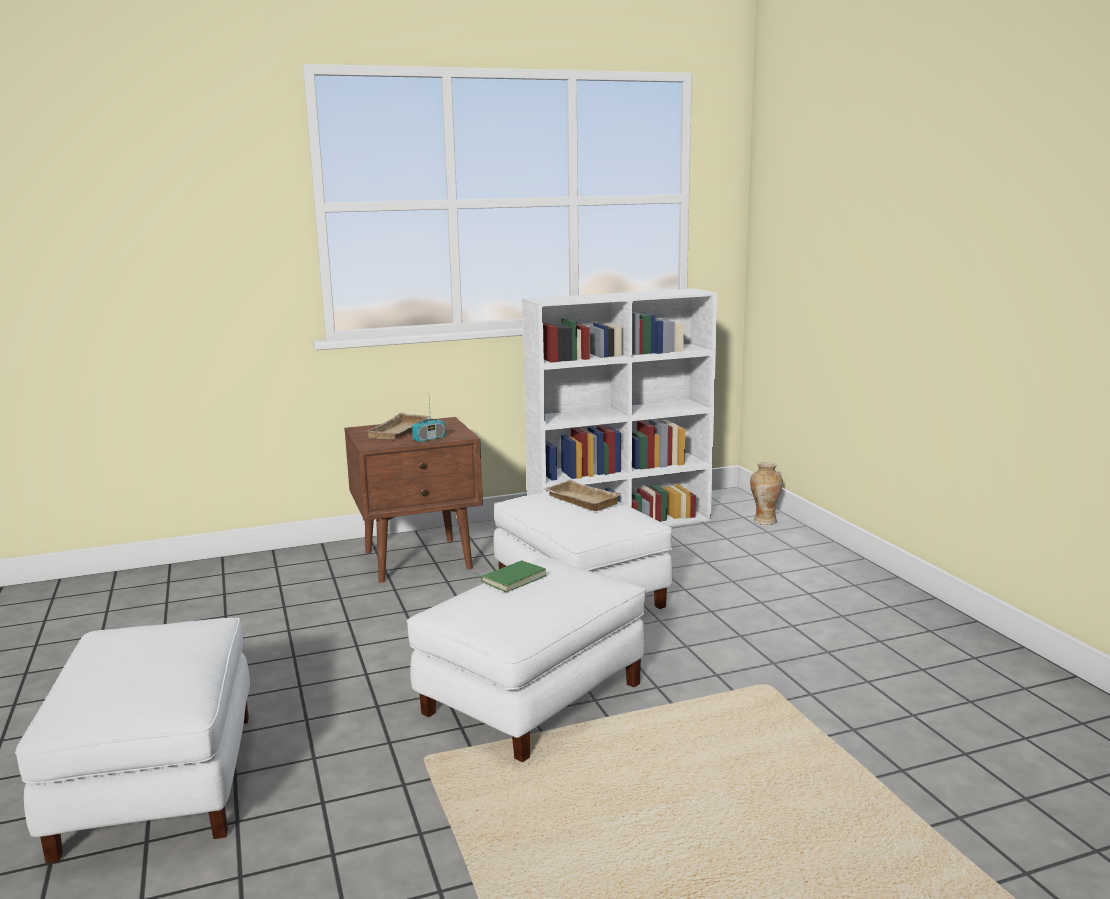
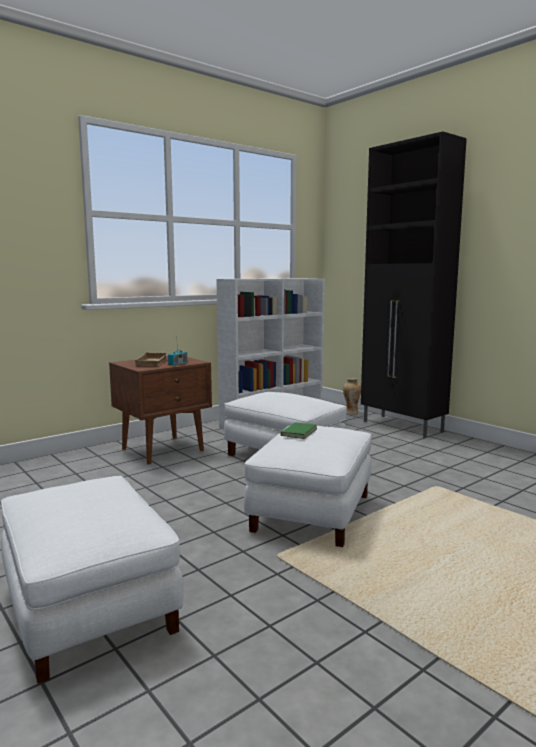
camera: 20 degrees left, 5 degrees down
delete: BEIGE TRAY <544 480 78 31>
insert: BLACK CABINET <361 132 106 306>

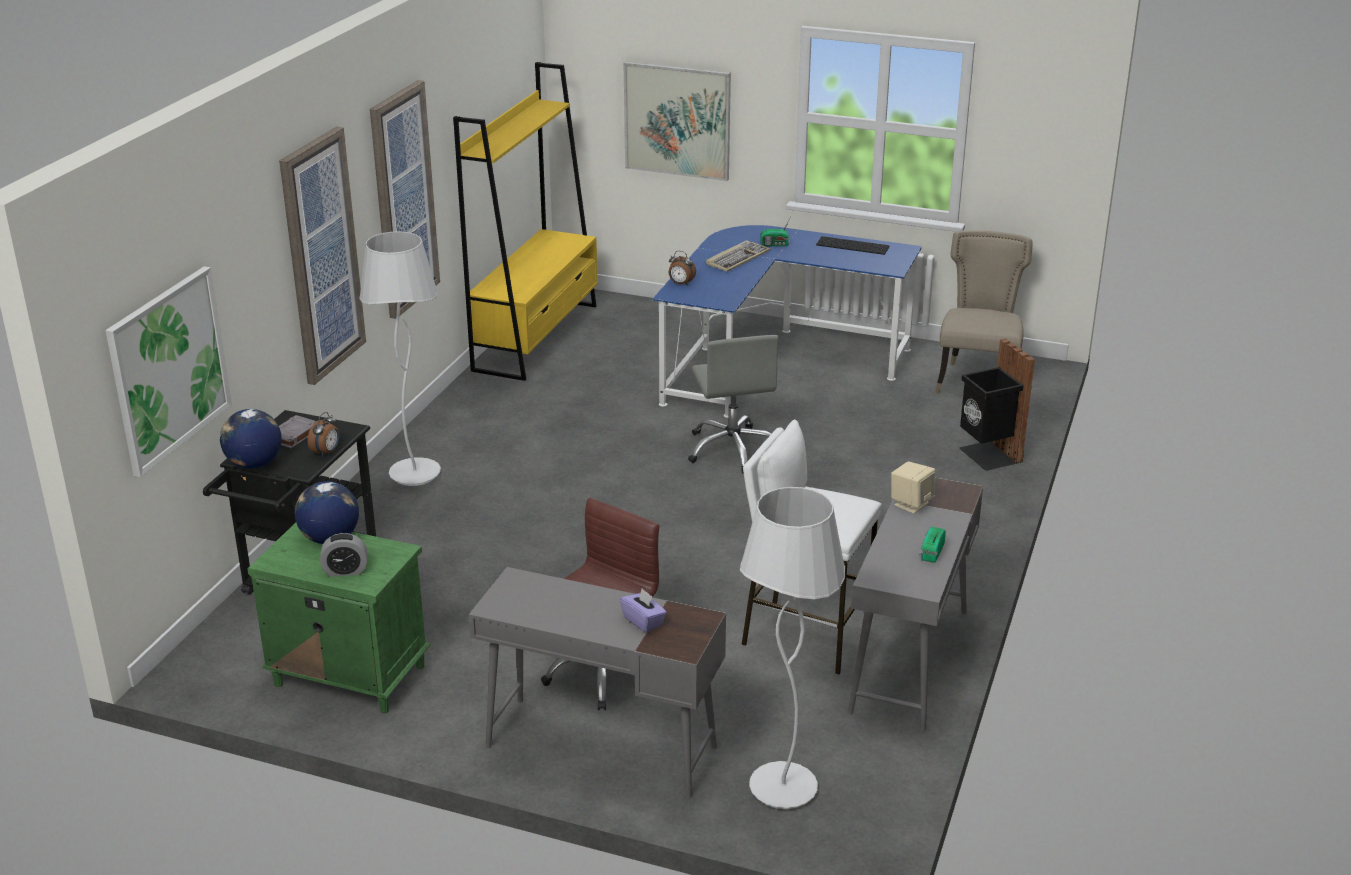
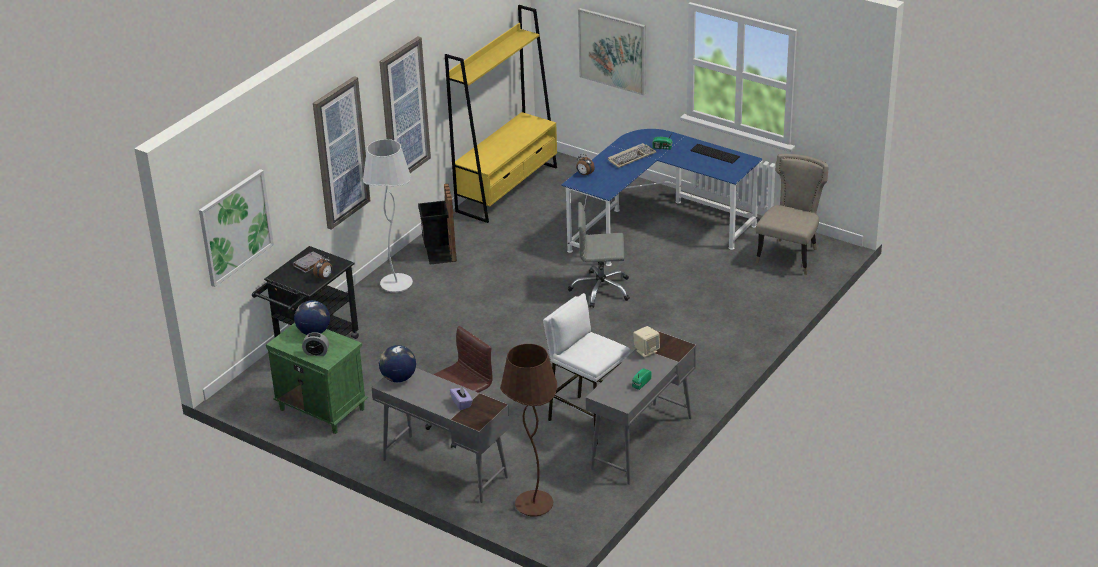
camera: 15 degrees right, 5 degrees up
move: BLACK TRASH CAN <959 339 76 132> to <418 184 39 81>; GLOBE <220 409 62 60> to <379 345 37 37>
recolor: WHITE FLOOR LAMP <740 487 105 322> to BROWN FLOOR LAMP <500 344 57 173>
rotate: GREY OFFICE CHAIR <688 335 91 139> = <568 202 62 106> 90 degrees clockwise

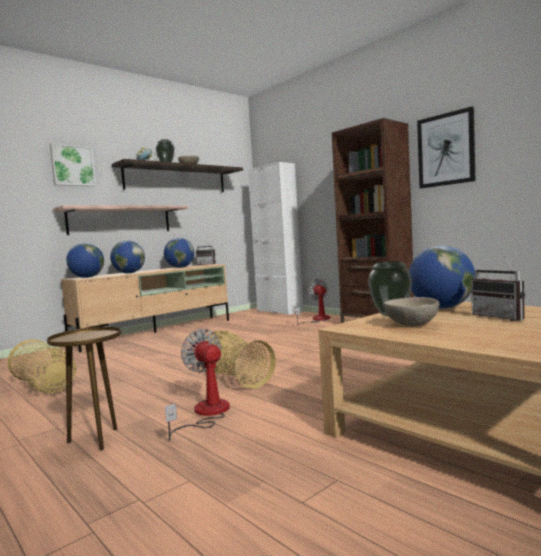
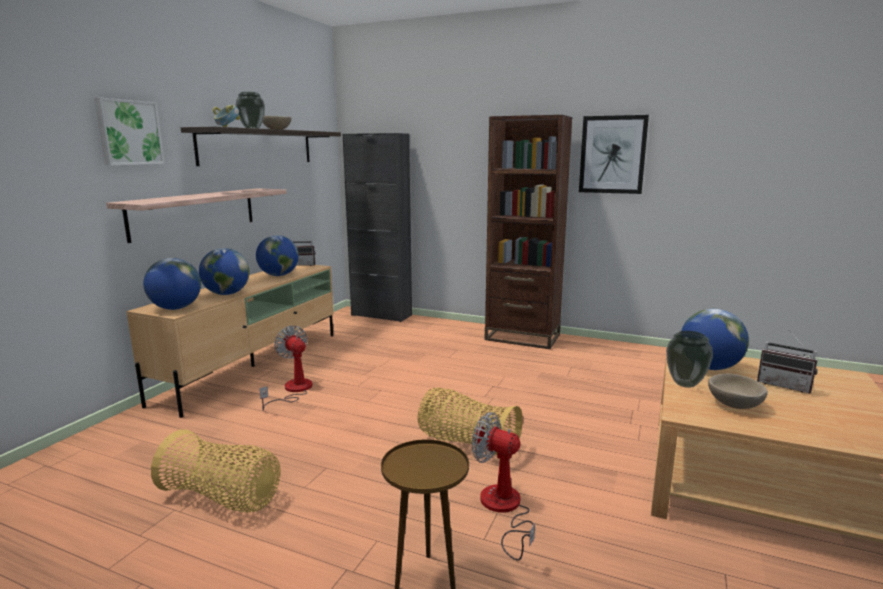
camera: 25 degrees left, 10 degrees up
move: FAN <295 279 35 46> to <259 325 54 86>
recolor: WHITE CABINET <248 162 55 153> to BLACK CABINET <343 133 69 189>

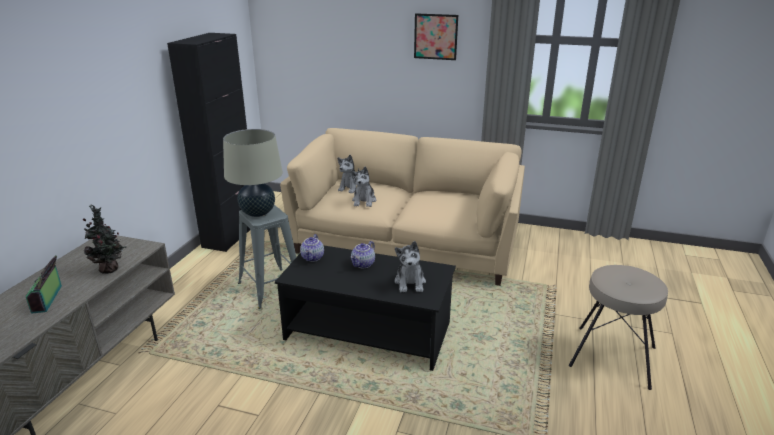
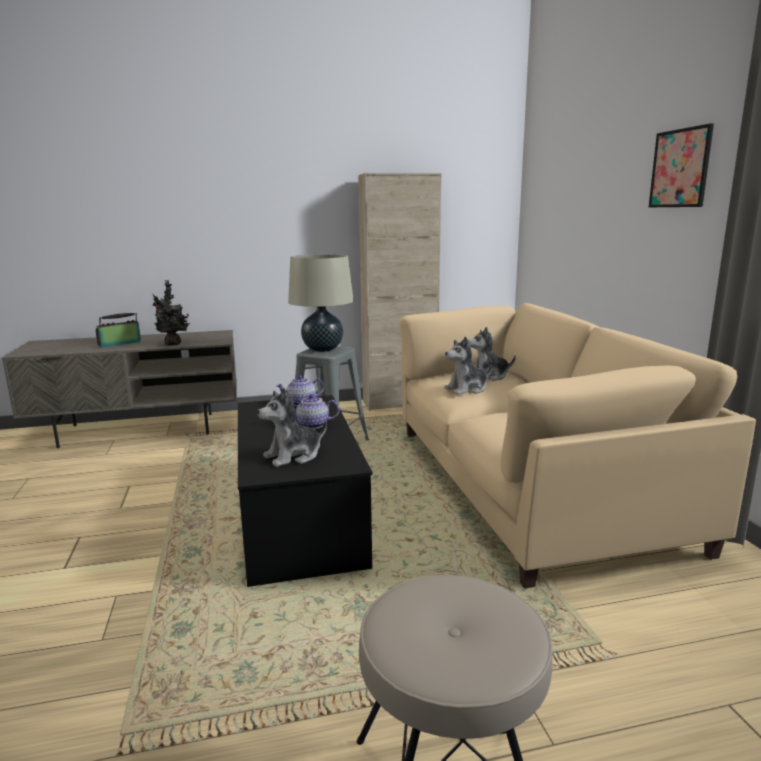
camera: 60 degrees right, 10 degrees down
recolor: BLACK CABINET <167 33 83 219> to BEIGE CABINET <358 173 83 238>

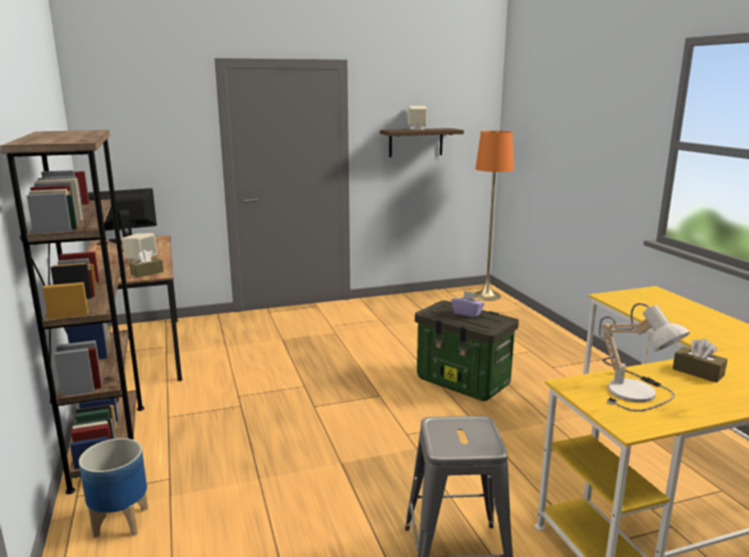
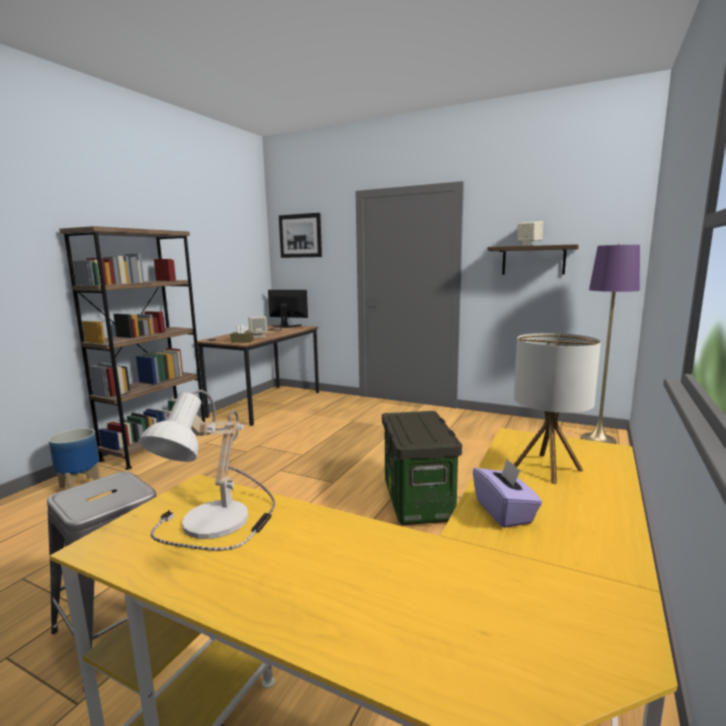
camera: 45 degrees right, 5 degrees down
delete: BROWN TISSUE BOX <673 339 55 44>
insert: PICTURE <279 213 43 45>; TABLE LAMP <514 333 87 151>
move: PURPLE TISSUE BOX <451 291 33 27> to <473 458 69 70>
recolor: ORANGE FLOOR LAMP <474 130 40 171> to PURPLE FLOOR LAMP <581 244 59 200>

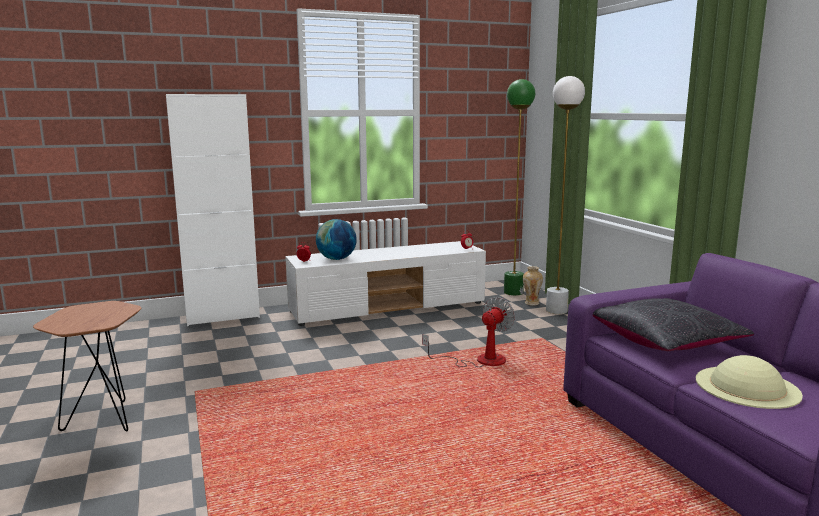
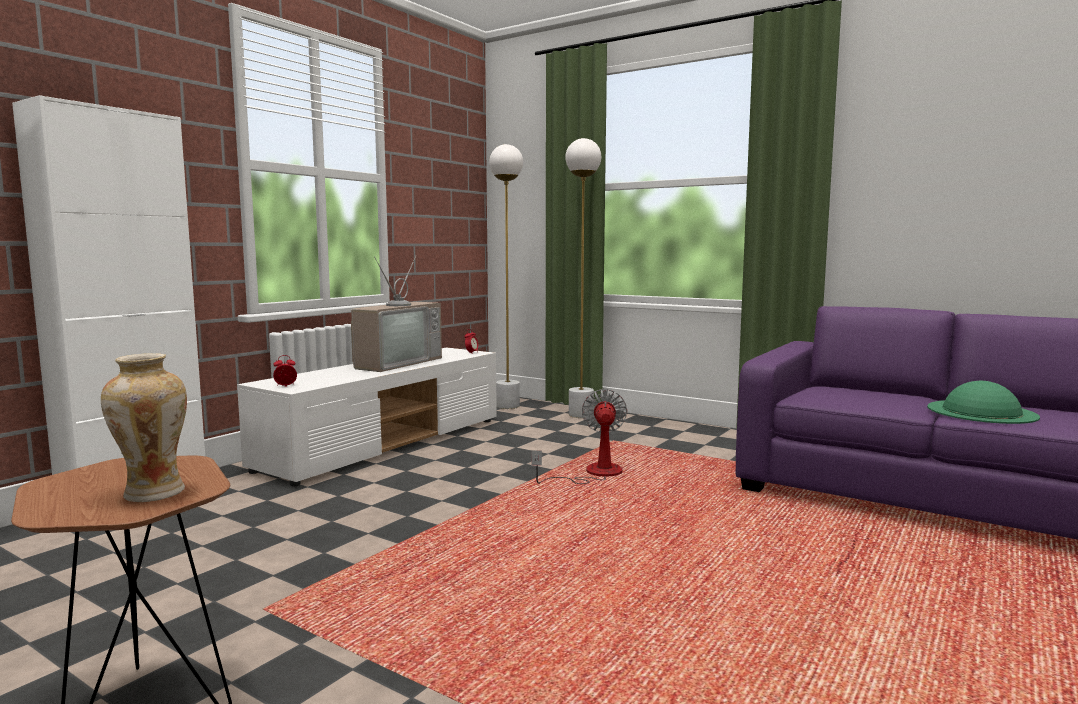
camera: 35 degrees left, 5 degrees down
delete: GLOBE <316 219 41 41>; BLACK PILLOW <593 298 161 53>
insert: TELEVISION <351 256 91 116>
move: VASE <523 266 20 40> to <101 353 86 149>
recolor: GREEN FLOOR LAMP <504 79 31 217> to WHITE FLOOR LAMP <489 144 34 265>; BEIGE HAT <696 355 107 54> to GREEN HAT <927 381 113 43>

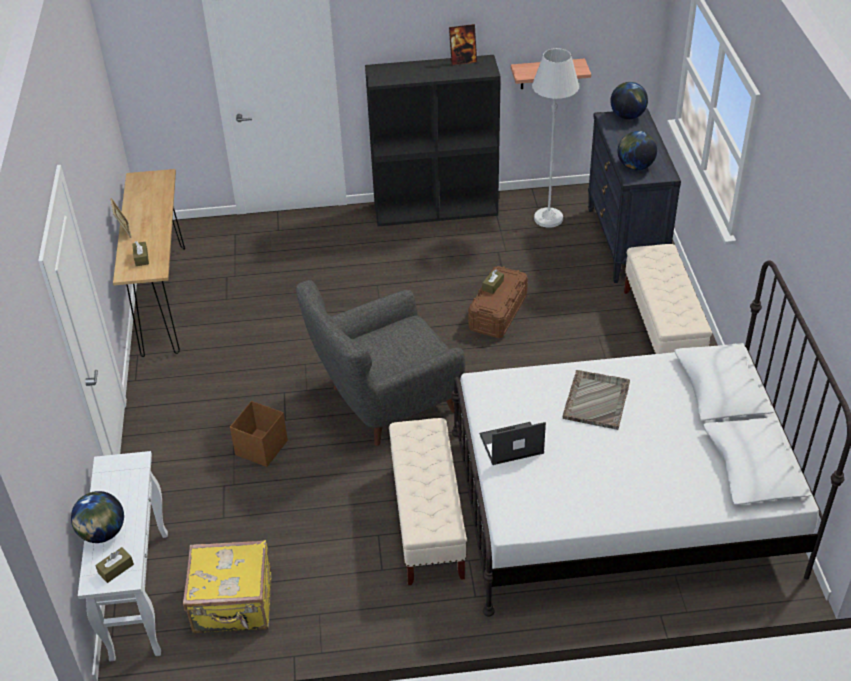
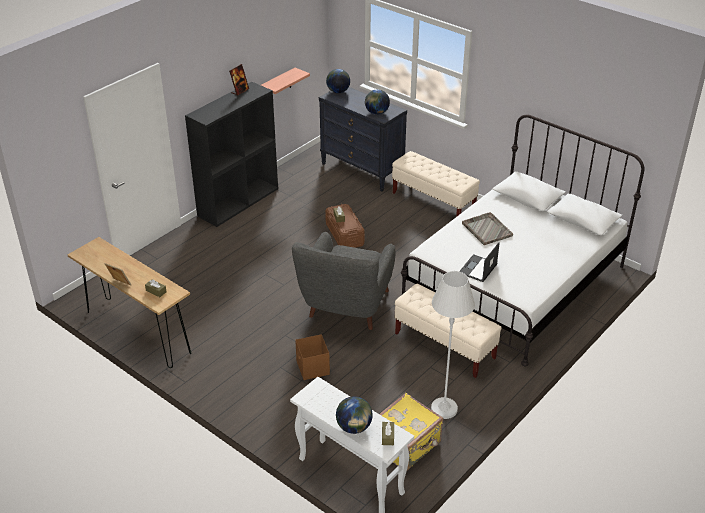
camera: 45 degrees left, 5 degrees down
move: WHITE FLOOR LAMP <532 48 47 180> to <431 271 44 148>

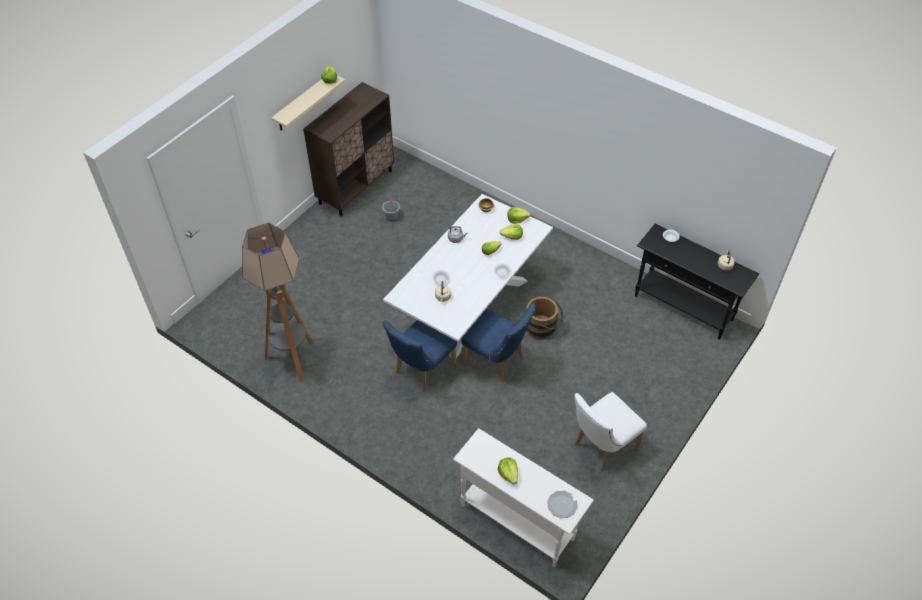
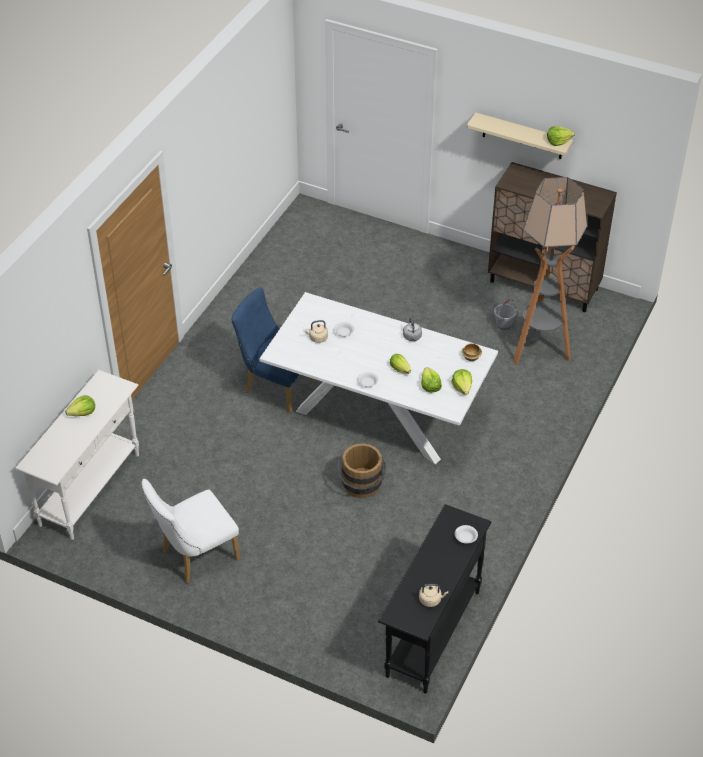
camera: 80 degrees right, 5 degrees down
delete: BLUE CHAIR <461 303 75 79>; PLATE <547 491 31 27>
move: FLOOR LAMP <242 223 71 158> to <513 177 74 188>
rotate: WHITE CHAIR <574 392 73 80> = <141 479 99 105> 75 degrees counterclockwise

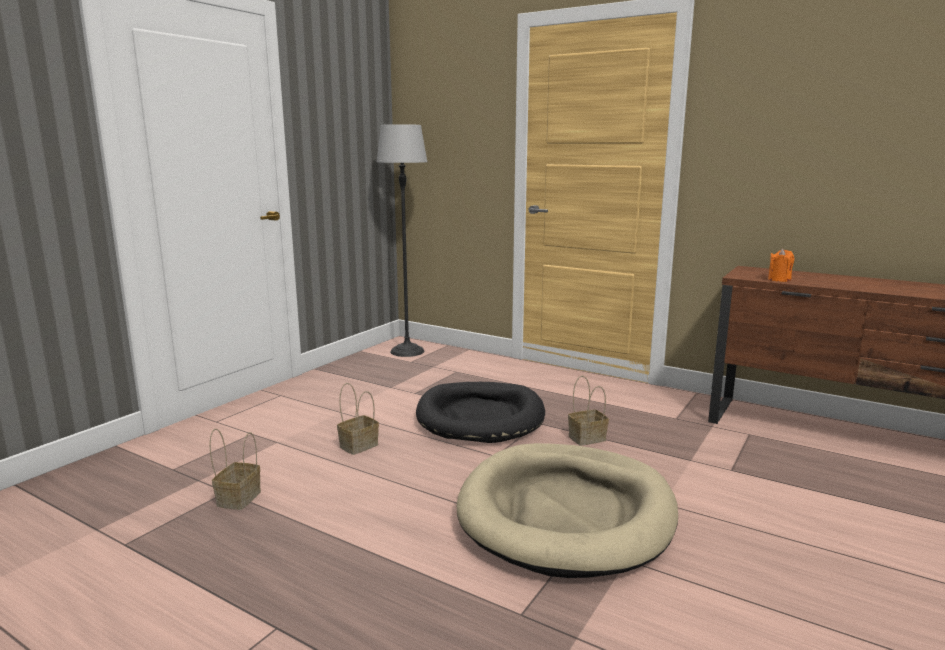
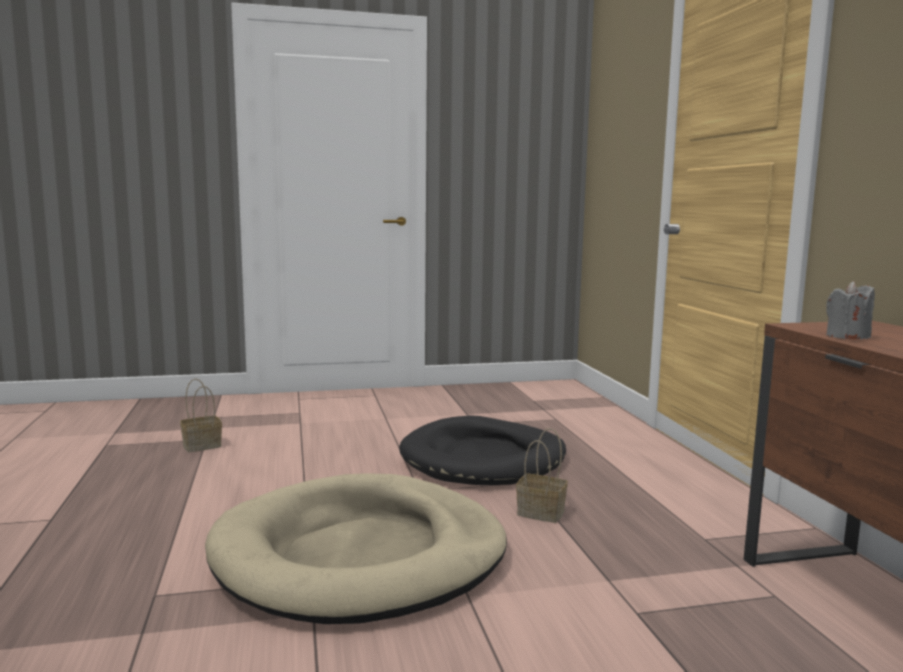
camera: 45 degrees right, 5 degrees down
delete: FLOOR LAMP <376 124 52 233>; BASKET <337 383 42 72>
recolor: ORANGE CANDLE <768 249 26 33> to GREY CANDLE <826 281 49 58>

